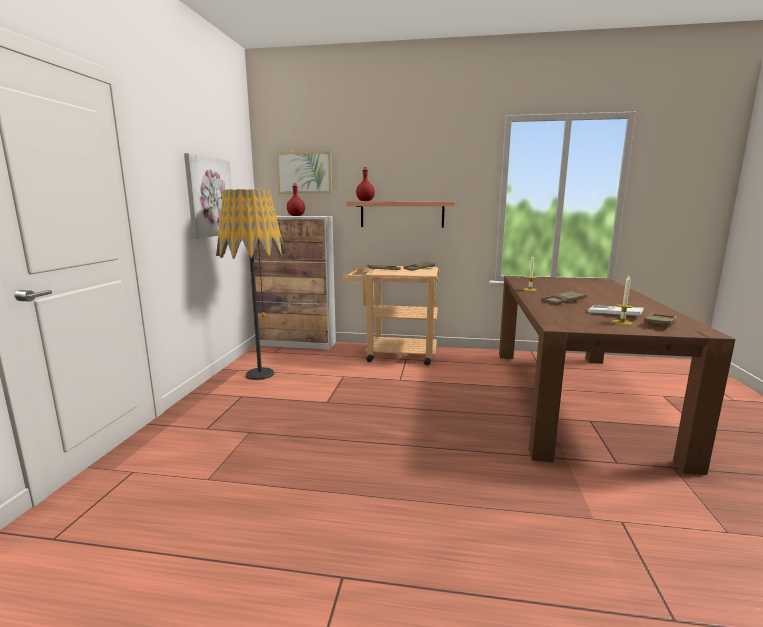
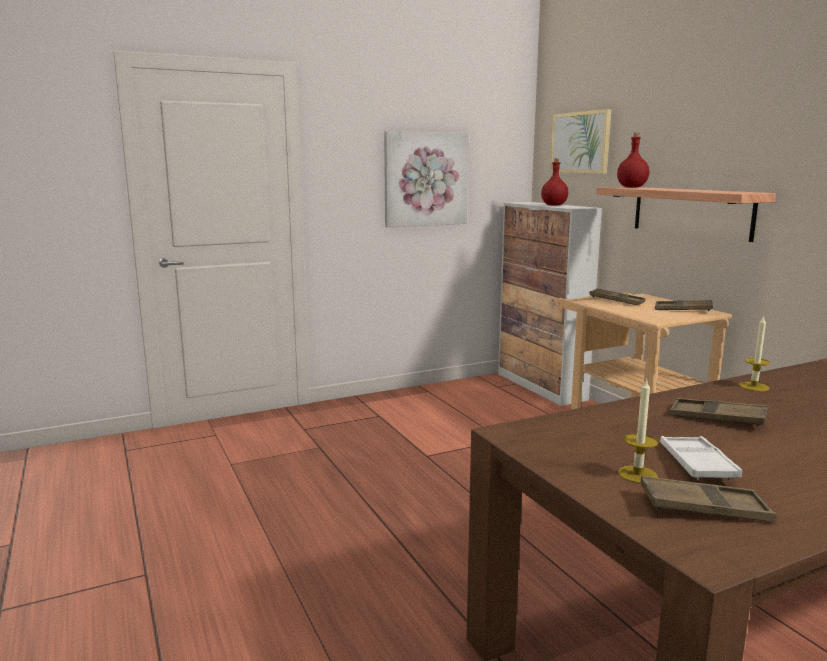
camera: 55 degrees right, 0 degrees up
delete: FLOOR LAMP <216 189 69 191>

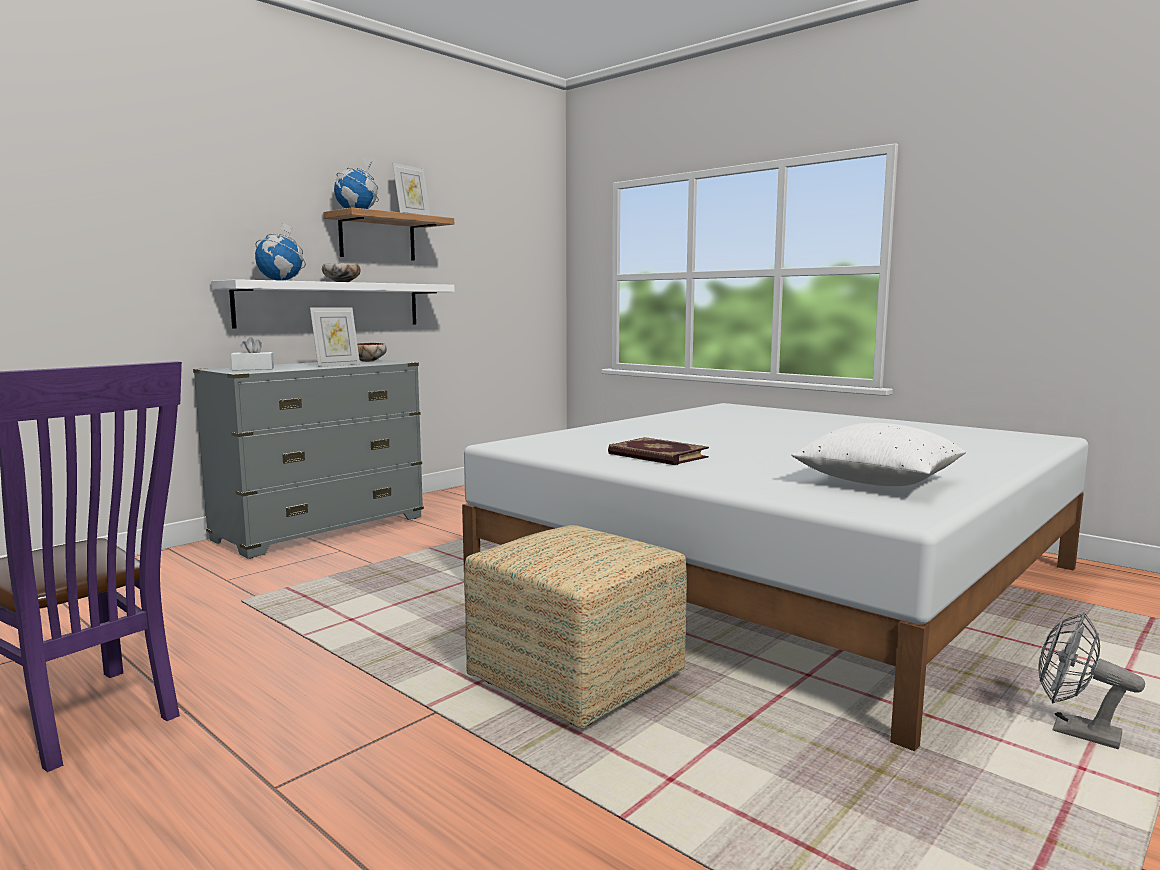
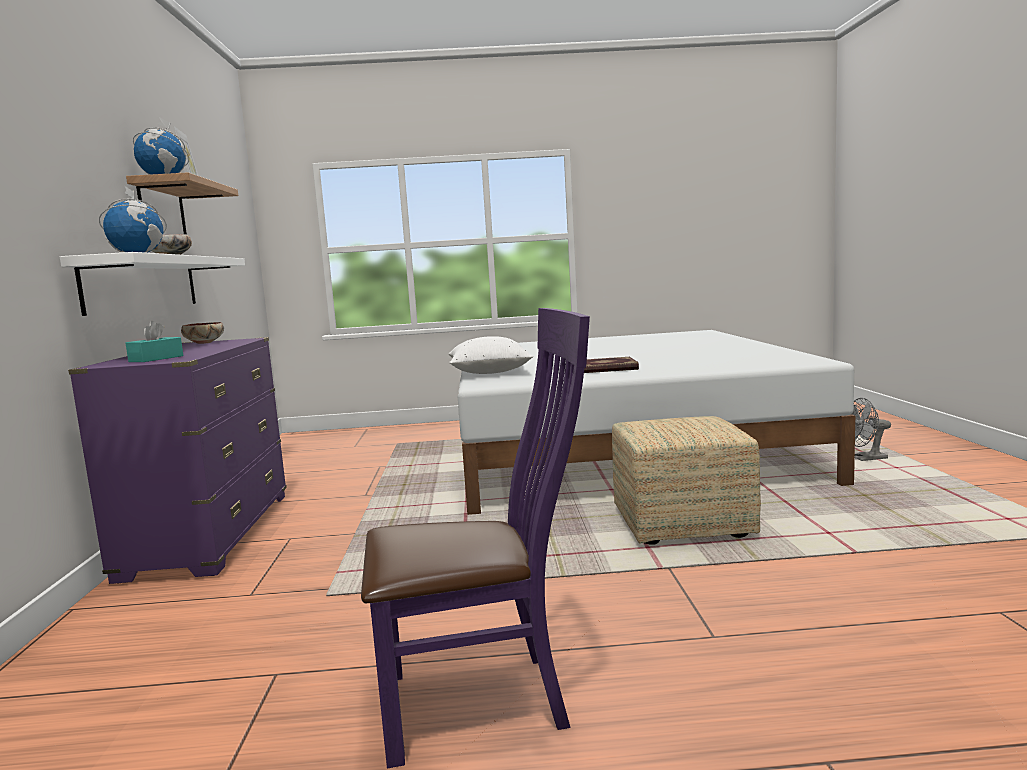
camera: 45 degrees left, 0 degrees up
delete: PICTURE FRAME <310 307 50 60>
move: WHITE PILLOW <791 423 175 63> to <448 336 85 38>
recolor: WHITE TISSUE BOX <231 337 43 34> to TURQUOISE TISSUE BOX <126 321 57 41>; GREY DRESSER <193 359 231 199> to PURPLE DRESSER <68 337 219 247>

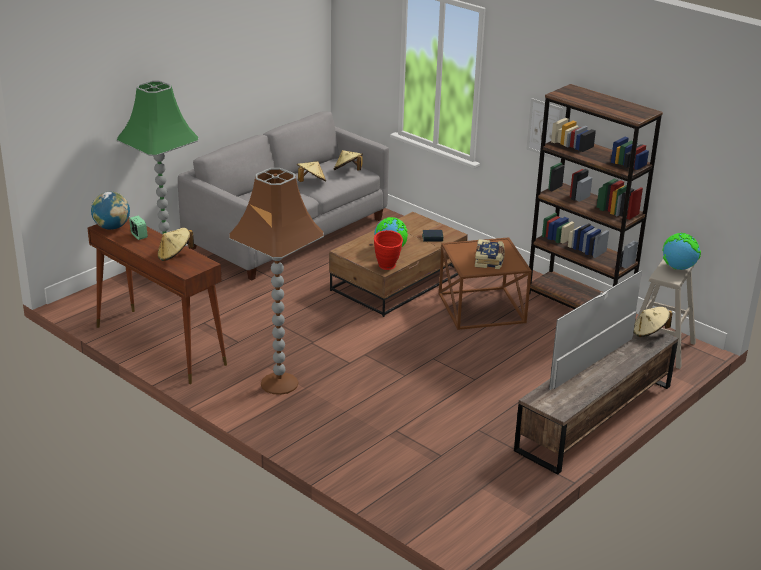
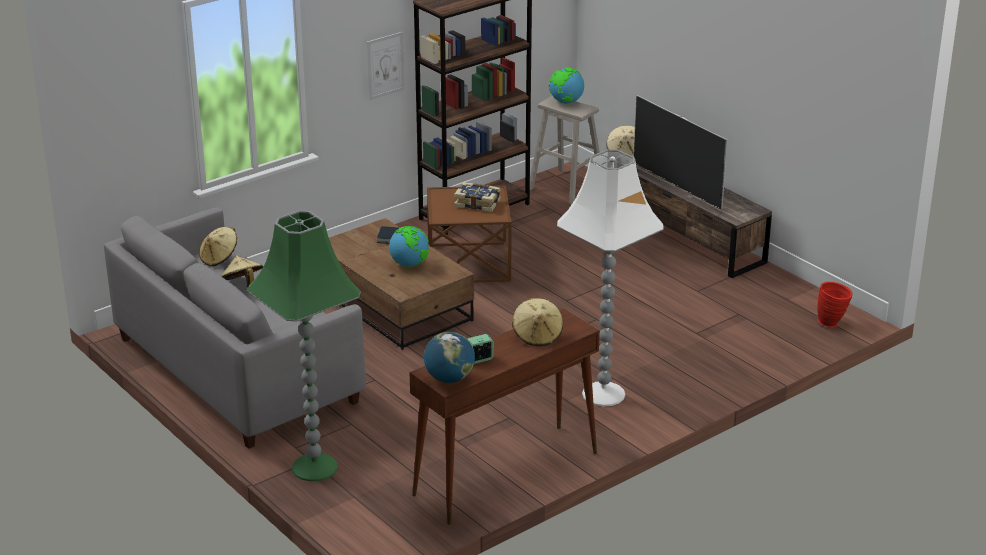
camera: 80 degrees left, 0 degrees up
move: RED VASE <374 230 29 40> to <817 282 36 45>
recolor: BROWN FLOOR LAMP <229 168 95 227> to WHITE FLOOR LAMP <557 149 107 257>

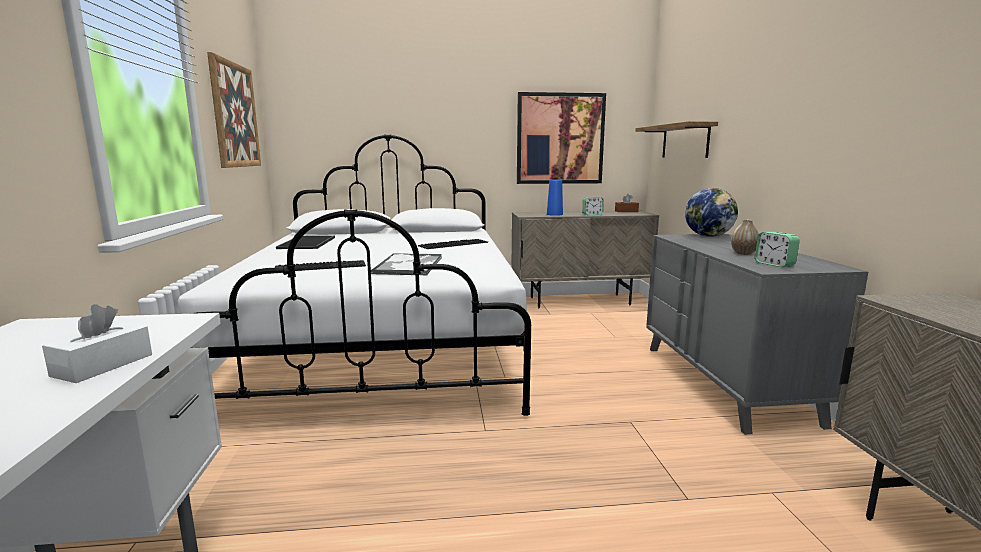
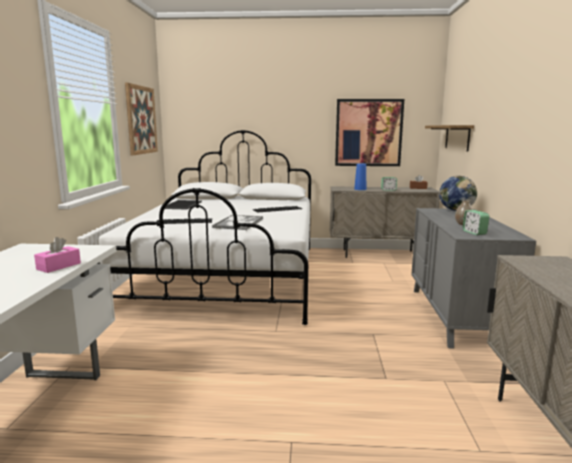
camera: 10 degrees right, 0 degrees up
recolor: WHITE TISSUE BOX <42 304 110 79> to PINK TISSUE BOX <34 237 47 36>

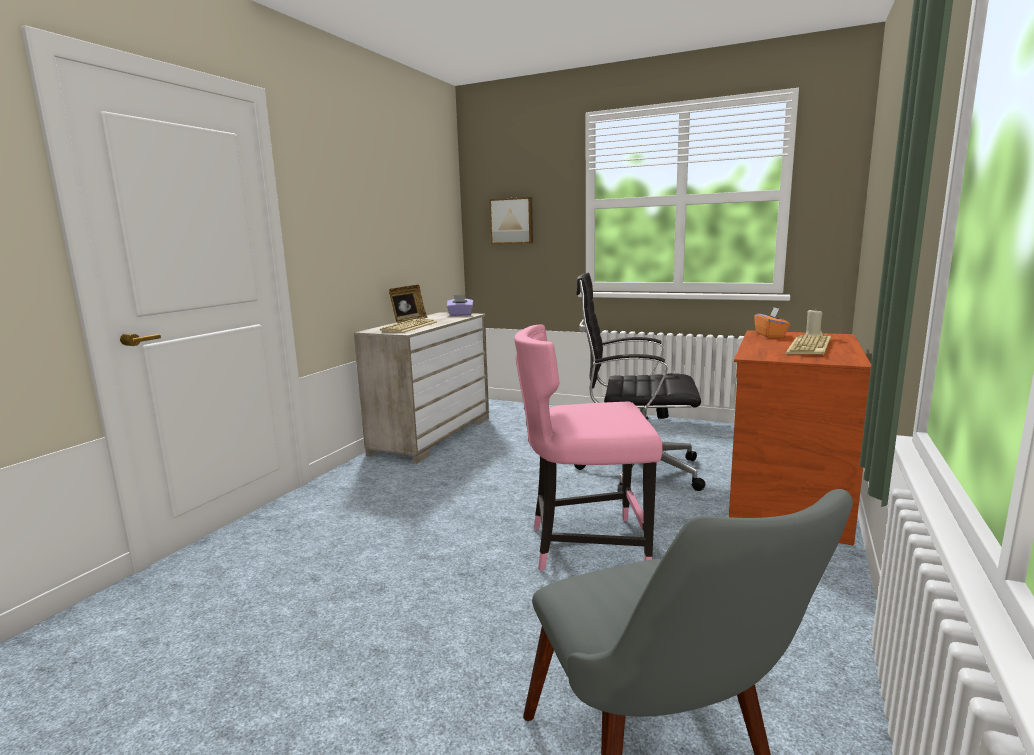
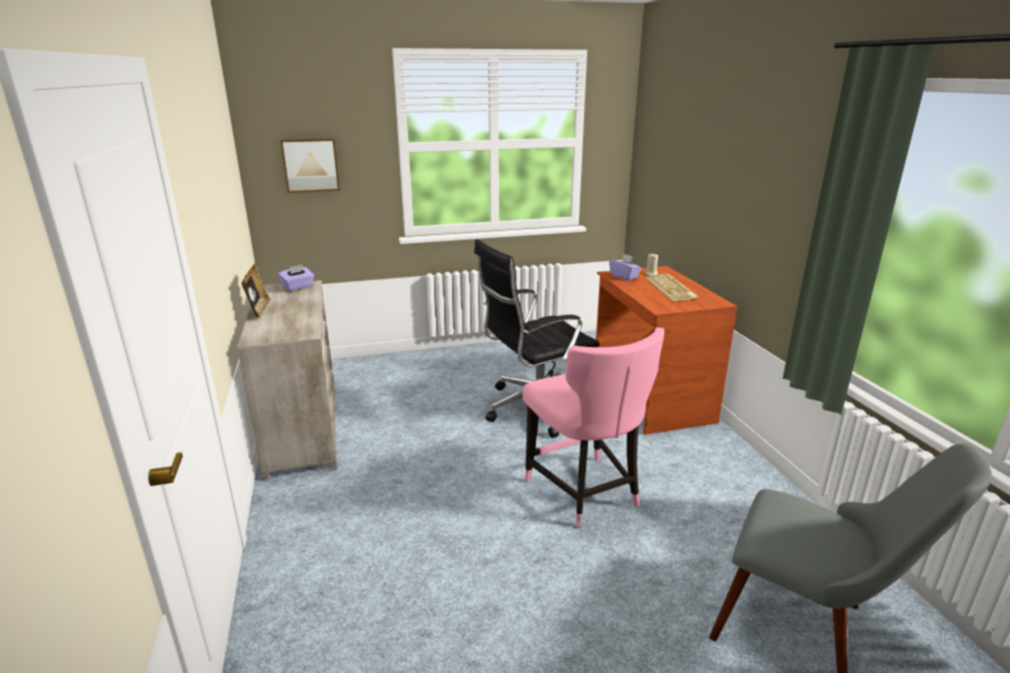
camera: 40 degrees left, 10 degrees up
delete: KEYBOARD <380 318 57 15>
recolor: ORANGE TISSUE BOX <754 307 36 31> to PURPLE TISSUE BOX <609 254 32 27>
rotate: PINK CHAIR <514 324 149 247> = <522 327 143 201> 75 degrees counterclockwise

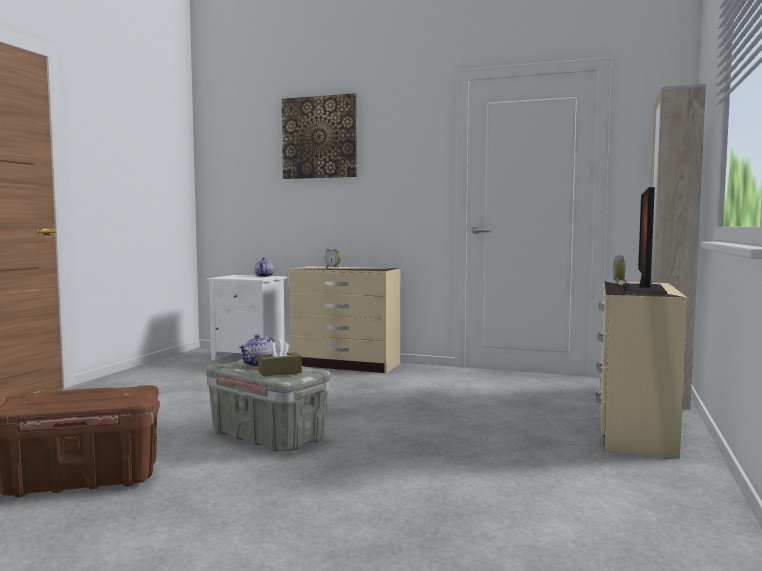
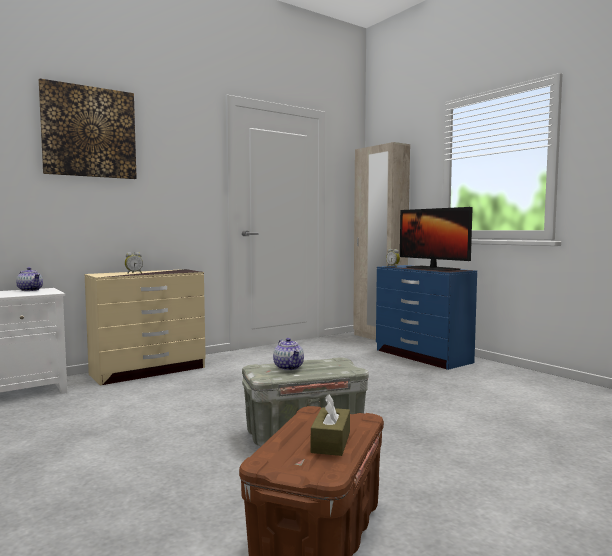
camera: 55 degrees left, 0 degrees up
move: BROWN TISSUE BOX <258 339 44 38> to <311 394 39 62>
recolor: BEIGE DRESSER <595 281 92 178> to BLUE DRESSER <376 265 101 105>

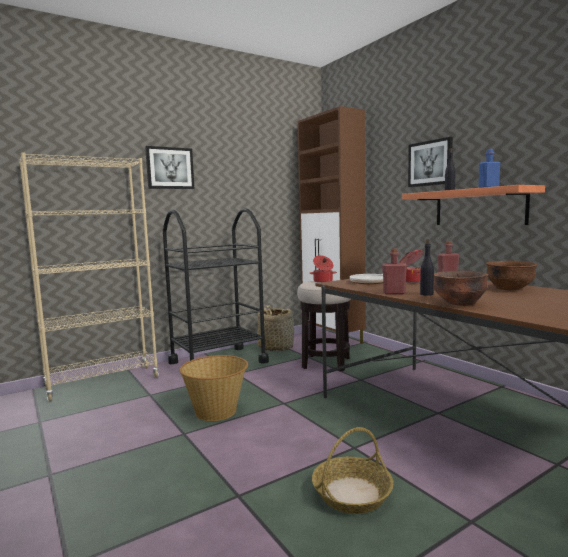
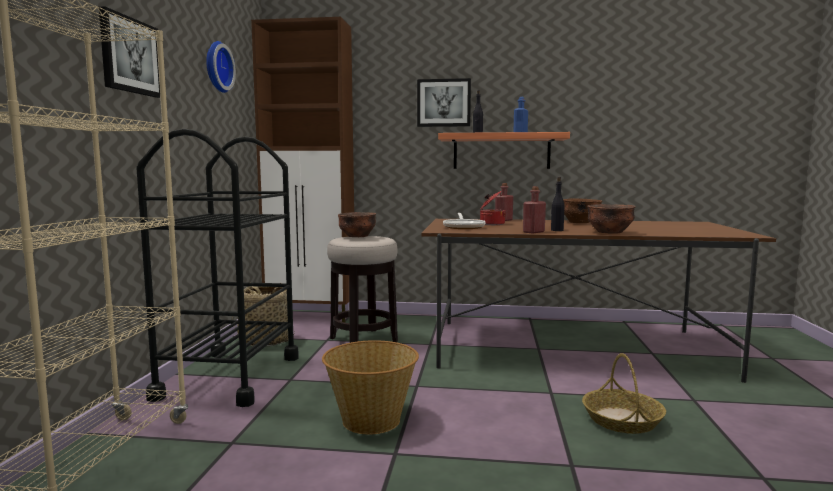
camera: 50 degrees left, 0 degrees up
insert: WALL CLOCK <206 41 30 52>
replace: COOKING POT <309 255 28 28> to BROWN BOWL <338 212 38 25>

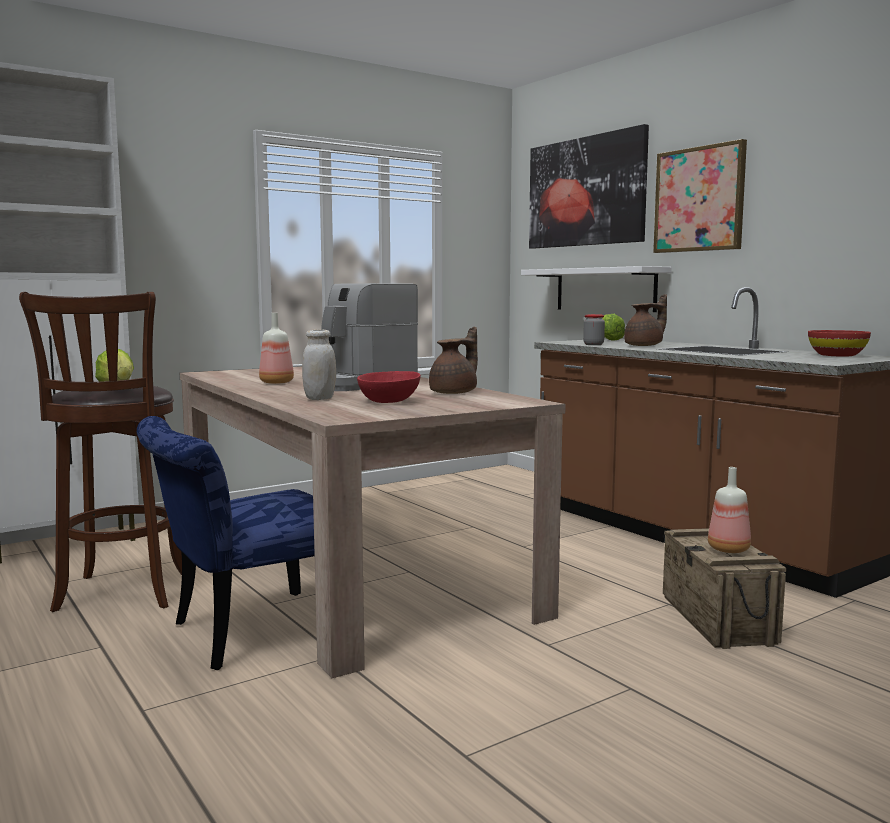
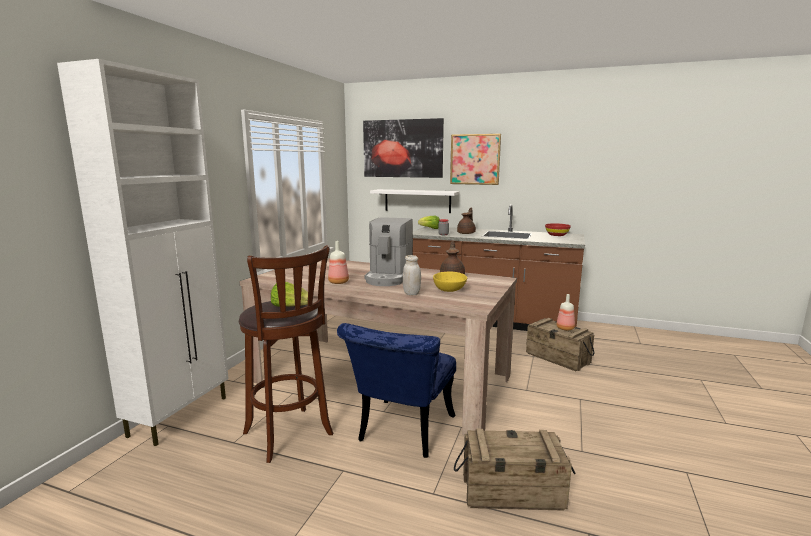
camera: 35 degrees left, 5 degrees up
insert: CRATE <454 429 122 82>
recolor: RED BOWL <357 371 64 32> to YELLOW BOWL <433 271 34 21>

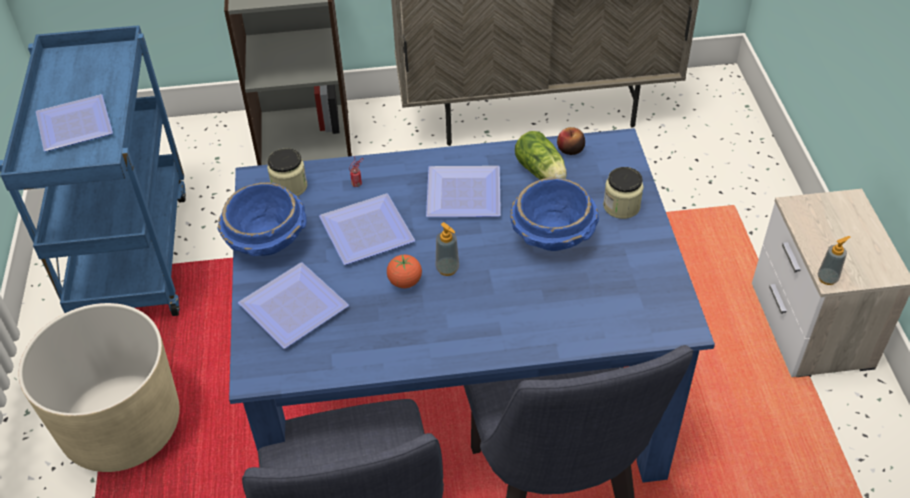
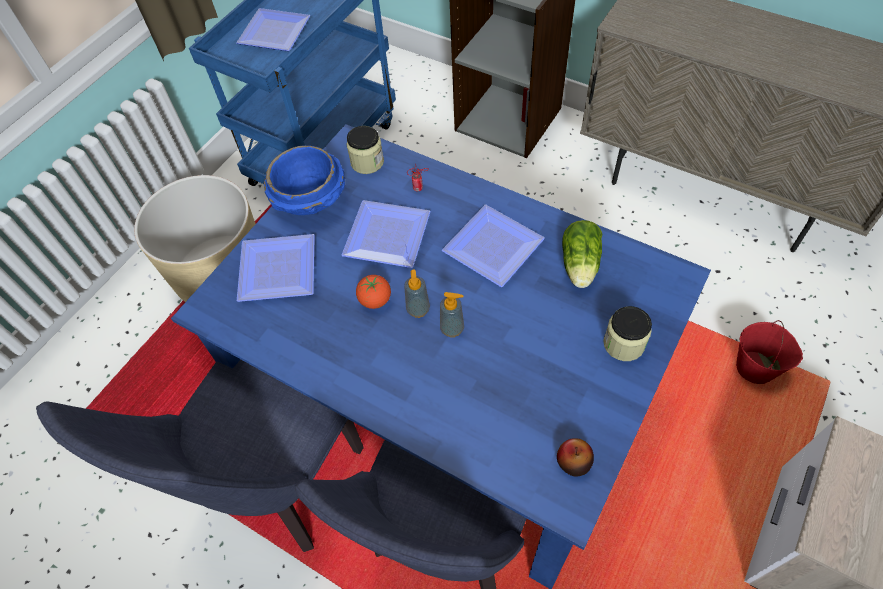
camera: 40 degrees right, 10 degrees up
delete: BLUE BOWL <510 178 89 73>
insert: RED BUCKET <736 320 67 64>
move: APPLE <557 127 28 28> to <557 438 37 39>; SOAP DISPENSER <817 236 34 49> to <440 292 24 45>

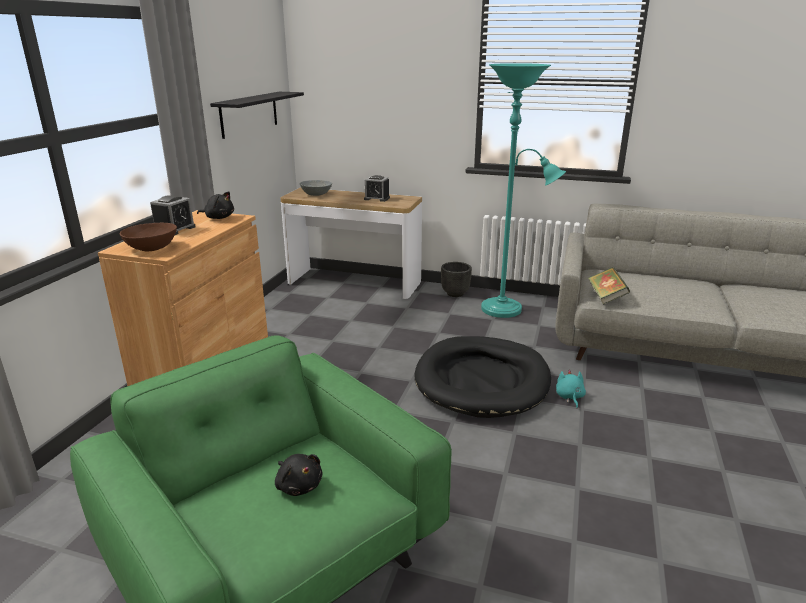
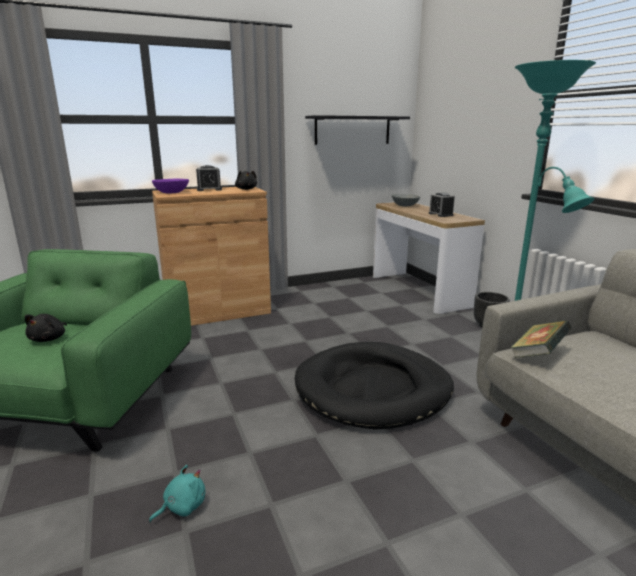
camera: 50 degrees right, 5 degrees down
move: TURQUOISE PLUSH TOY <556 369 30 39> to <149 465 57 57>
recolor: BROWN BOWL <119 223 58 28> to PURPLE BOWL <152 179 37 14>

